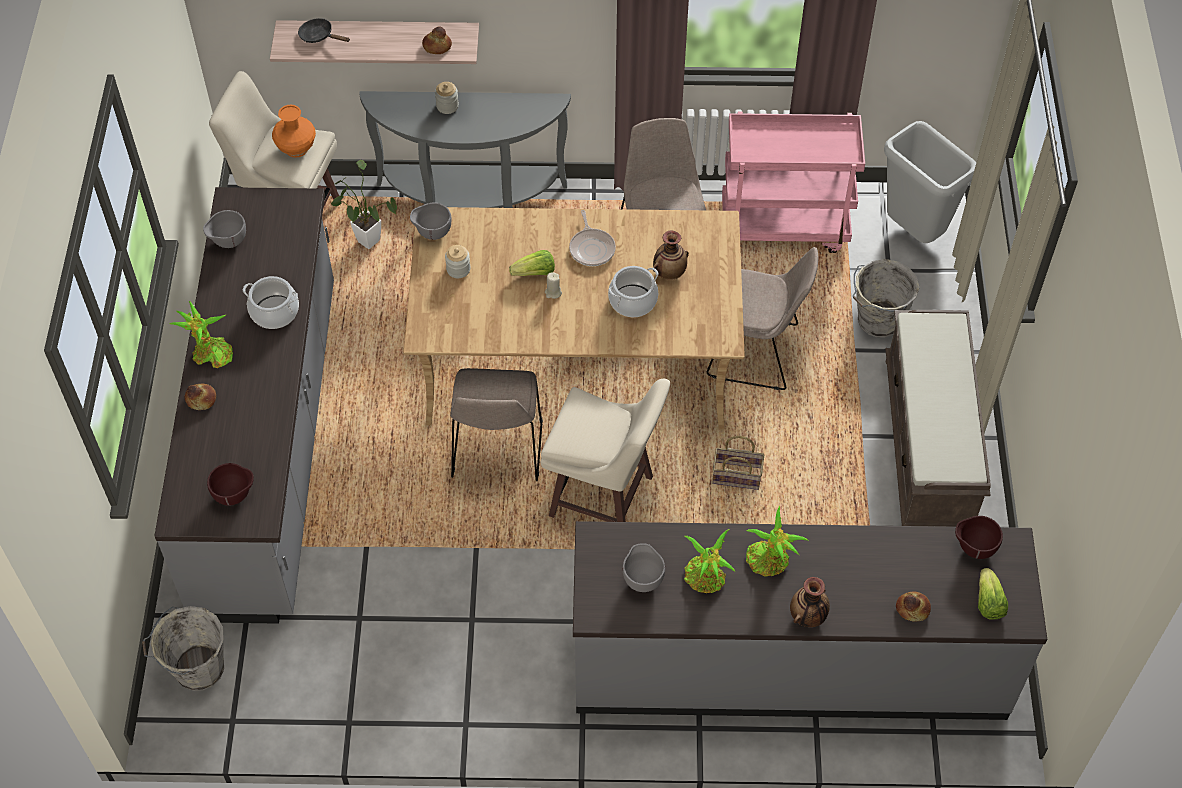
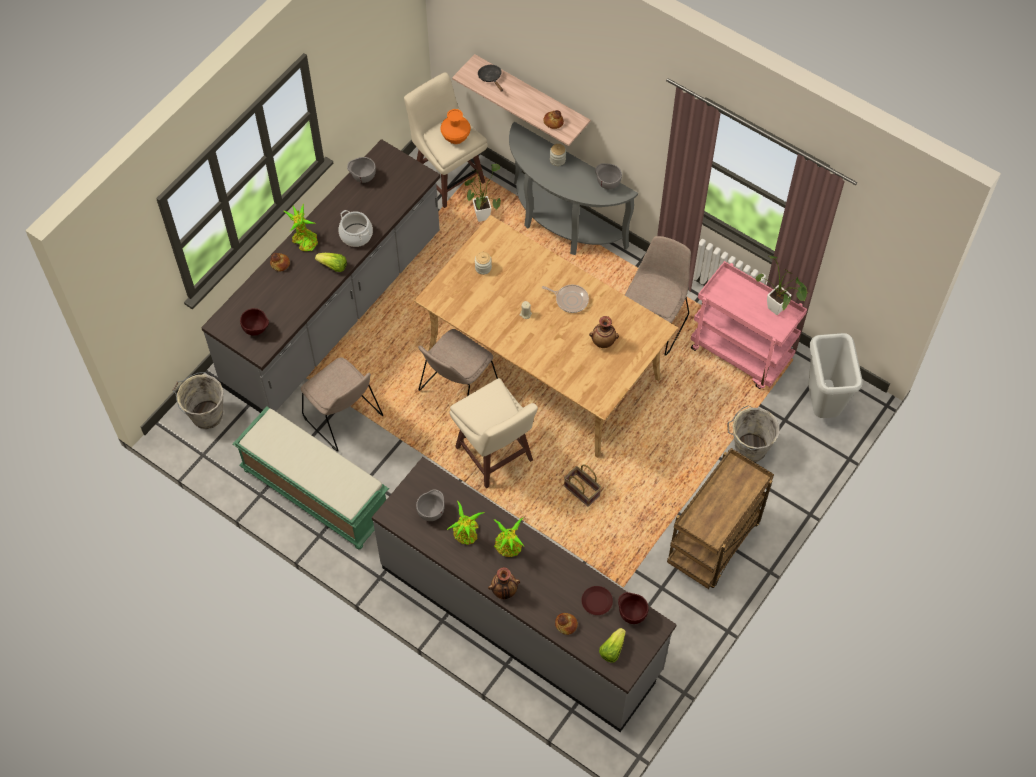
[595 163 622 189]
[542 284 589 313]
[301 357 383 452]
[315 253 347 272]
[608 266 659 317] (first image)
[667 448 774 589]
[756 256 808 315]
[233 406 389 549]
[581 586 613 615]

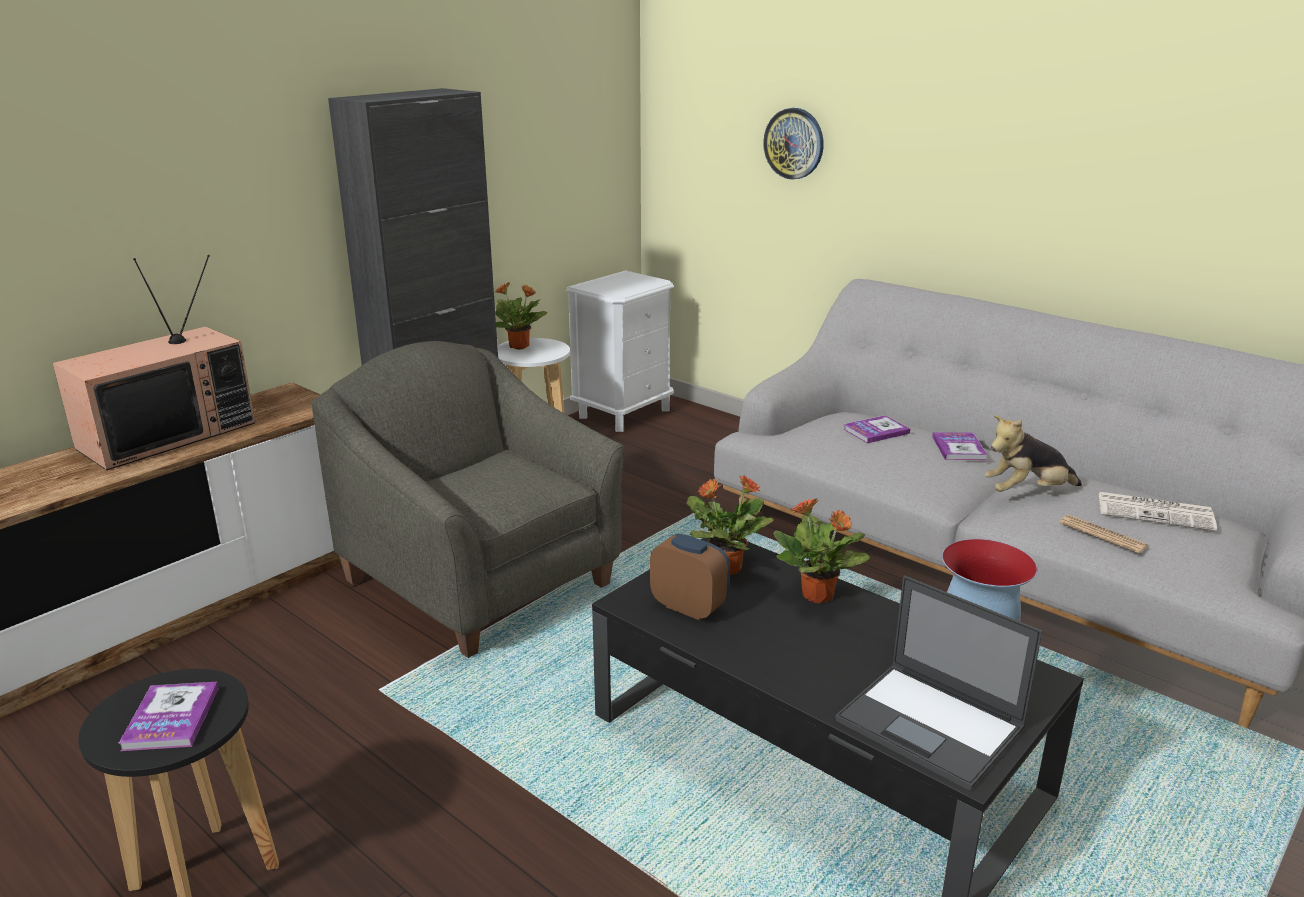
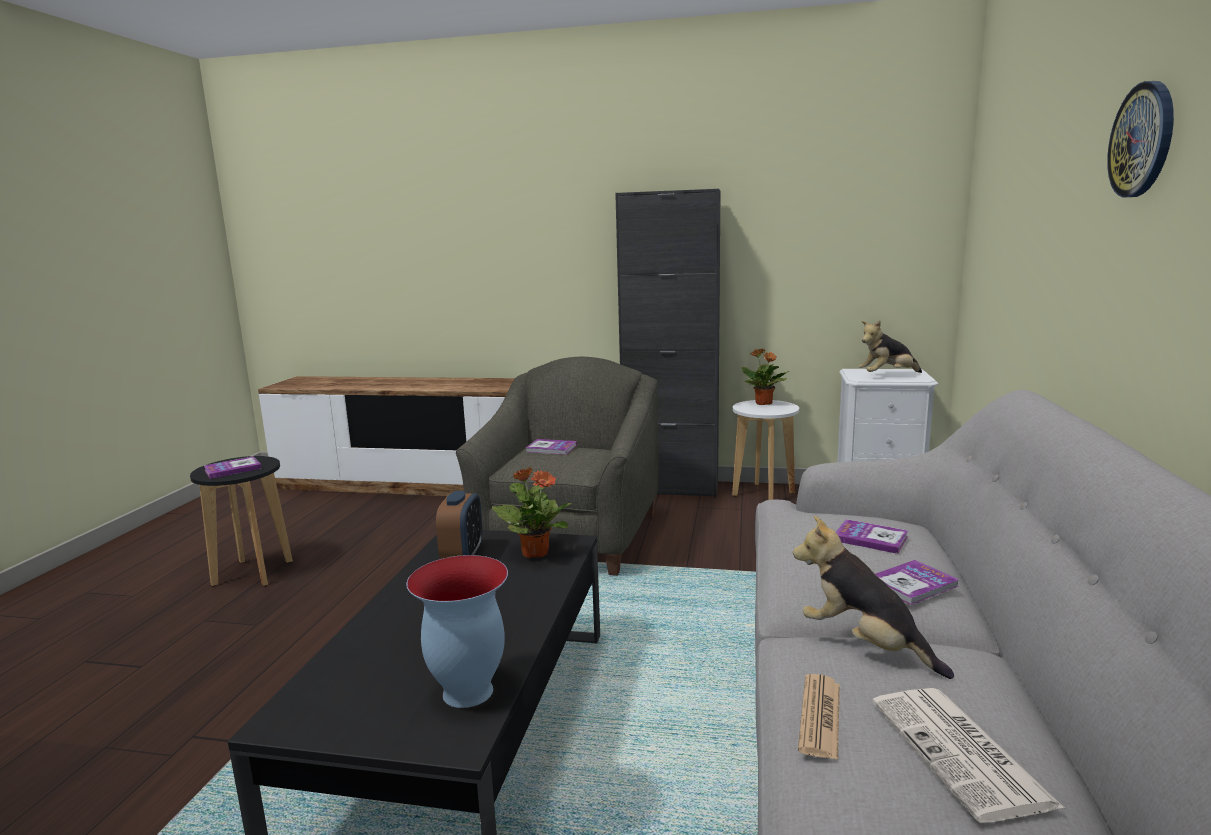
[1107 81 1174 198]
[53 255 255 470] (first image)
[773 498 870 604] (first image)
[835 576 1042 791] (first image)
[859 320 922 373]
[526 439 577 455]

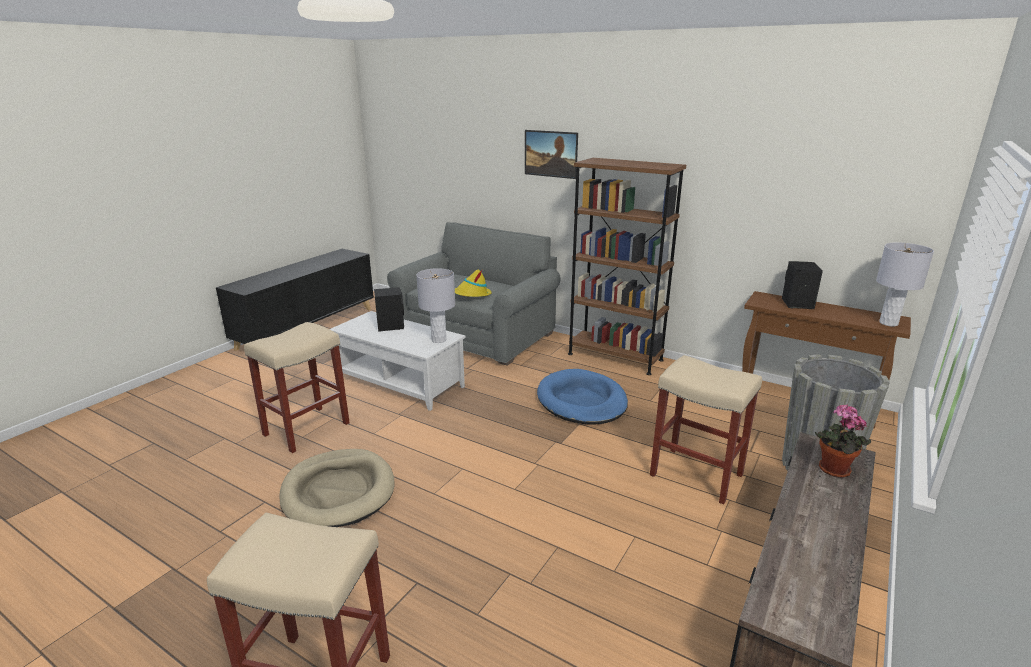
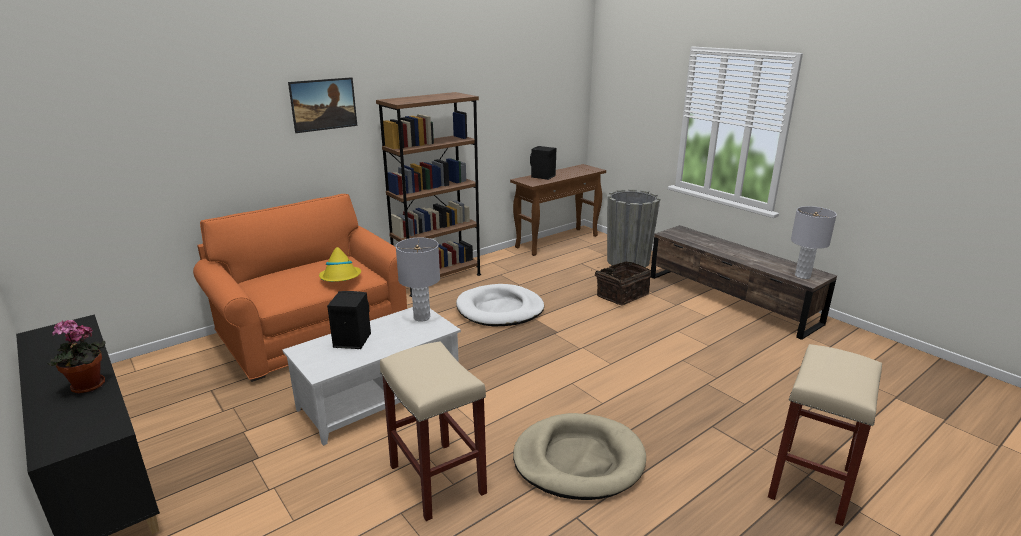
[193 194 407 382]
[791 206 837 279]
[595 262 651 305]
[456 284 544 326]
[47 320 106 394]

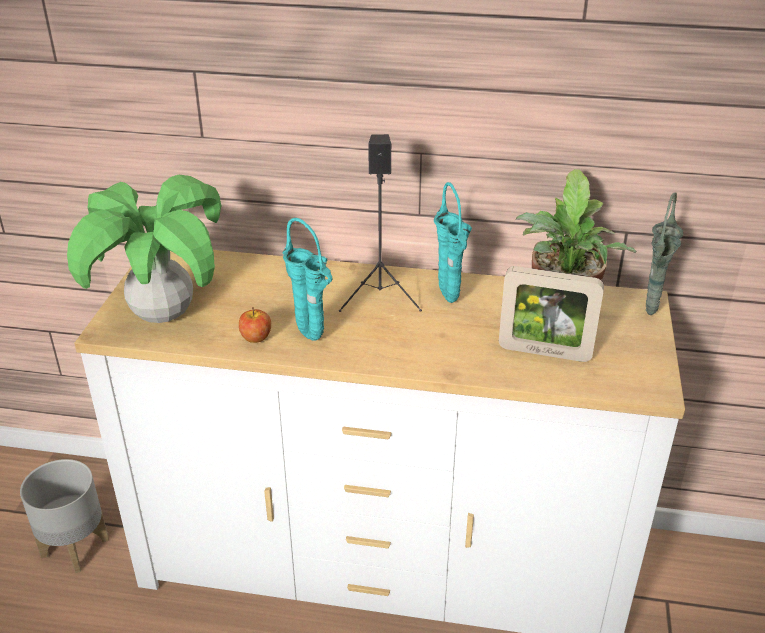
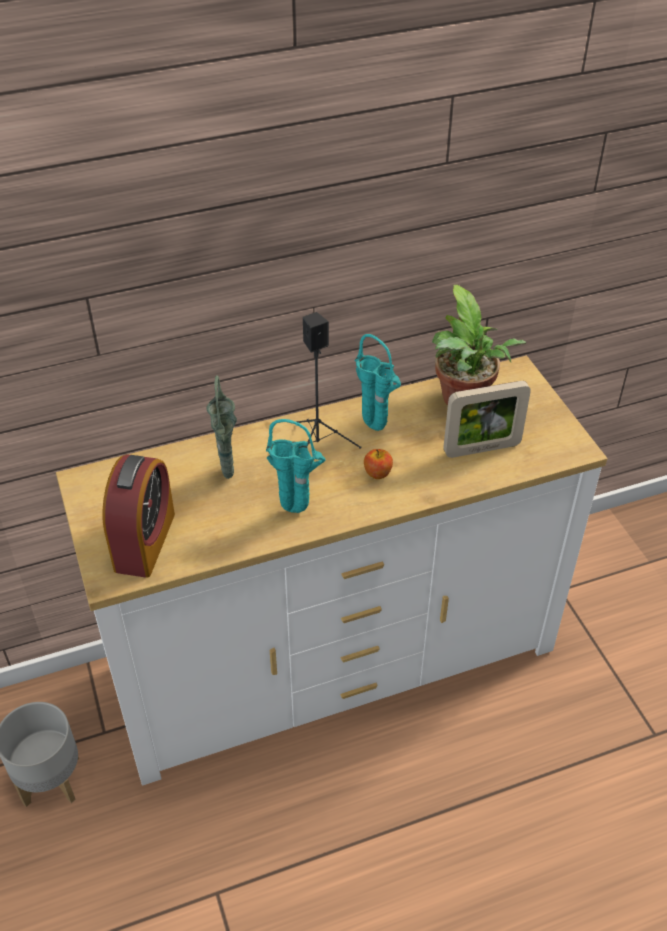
[102 454 175 578]
[207 375 237 479]
[364 449 393 479]

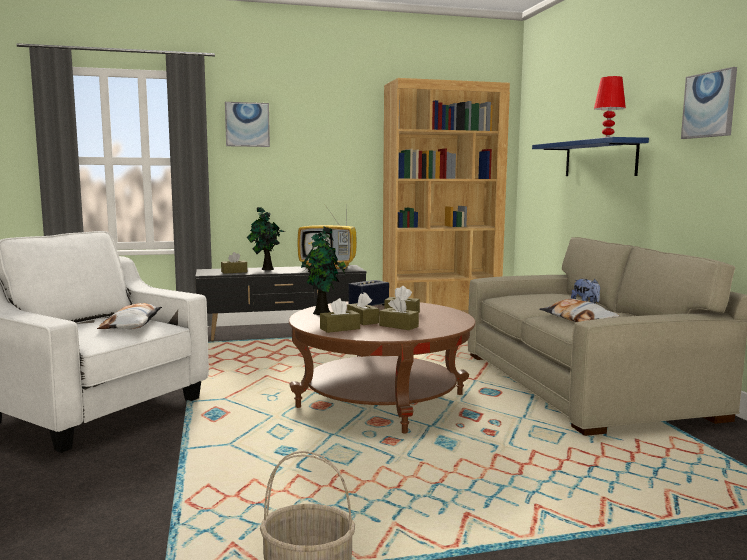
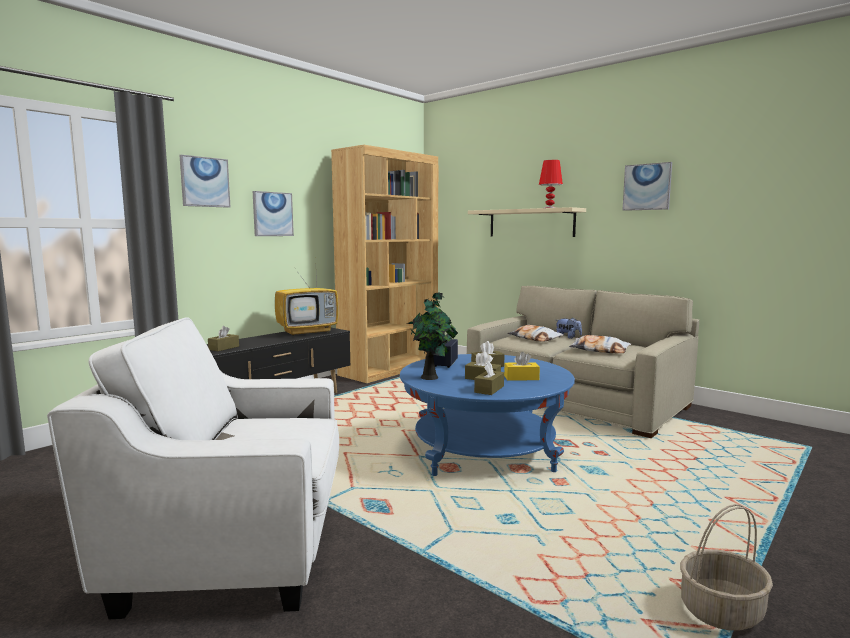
[468 207 586 237]
[247 208 285 270] (first image)
[504 352 540 381]
[400 354 575 476]
[507 325 564 342]
[253 191 294 236]

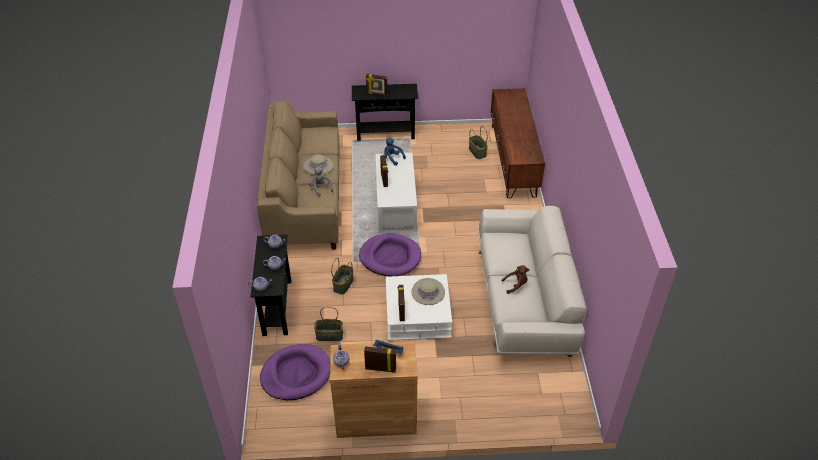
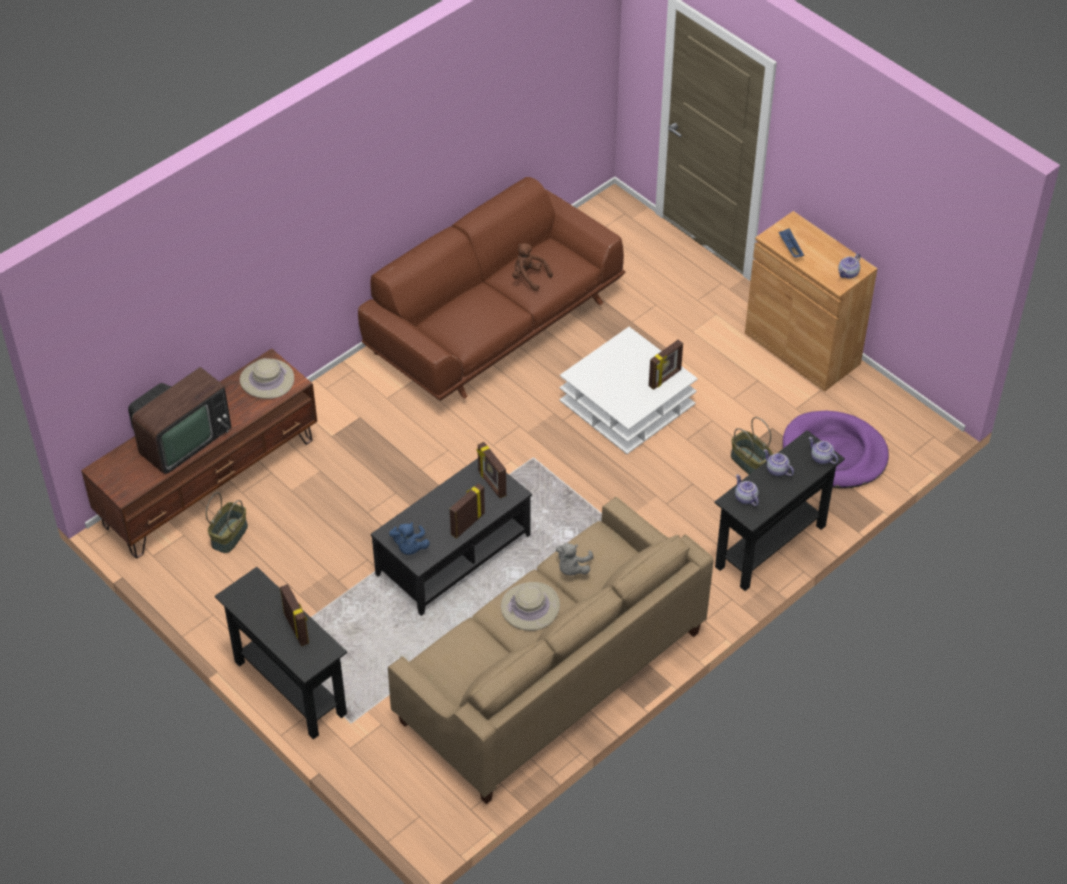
[371 458 532 616]
[358 177 625 401]
[359 234 421 276] (first image)
[331 258 354 294] (first image)
[240 358 294 399]
[476 442 506 498]
[128 367 232 474]

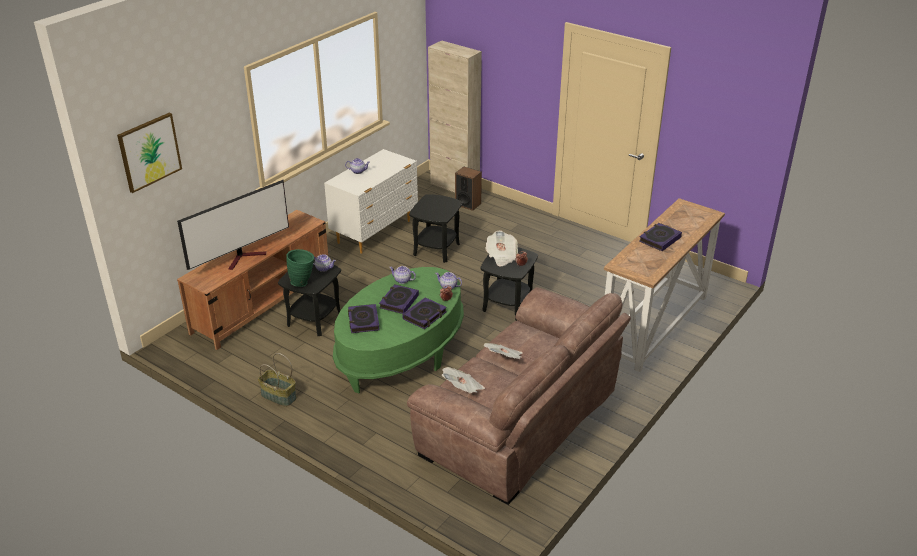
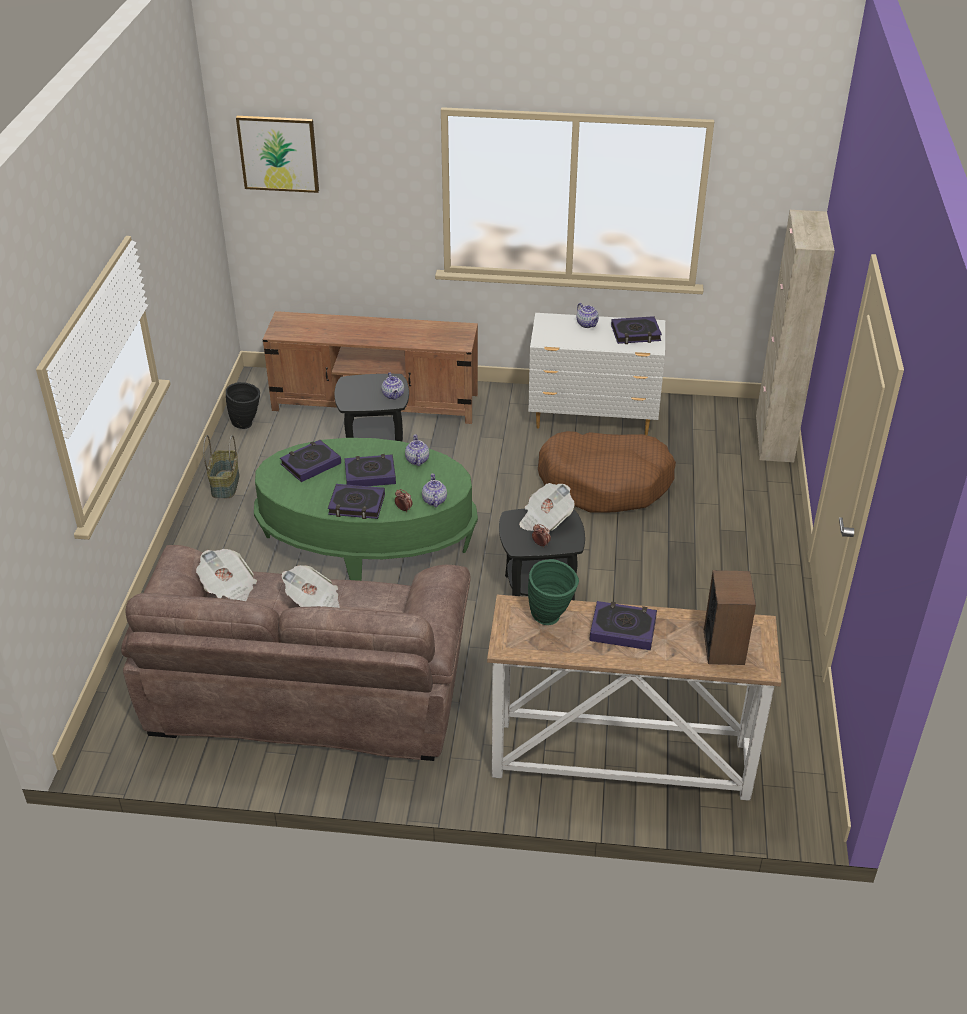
[704 570 756 665]
[177 180 289 270] (first image)
[538 431 676 513]
[528 559 579 625]
[611 316 662 344]
[226 382 260 429]

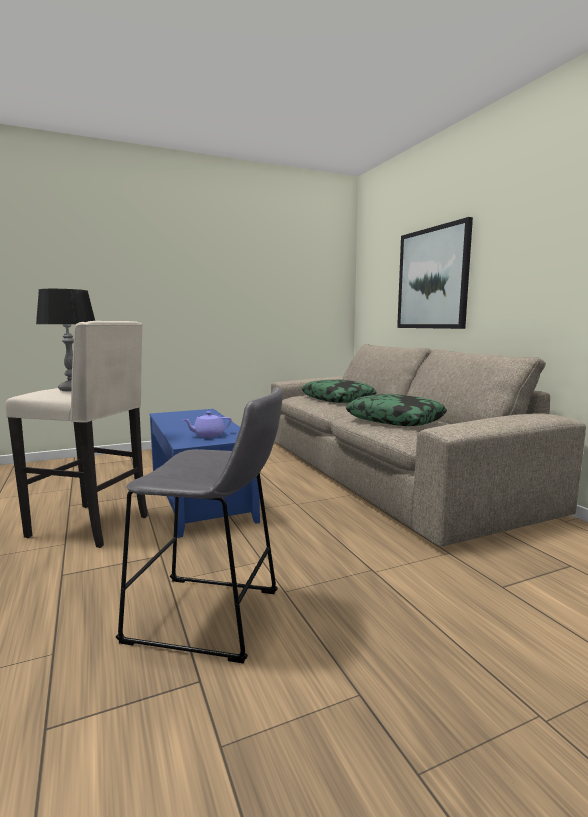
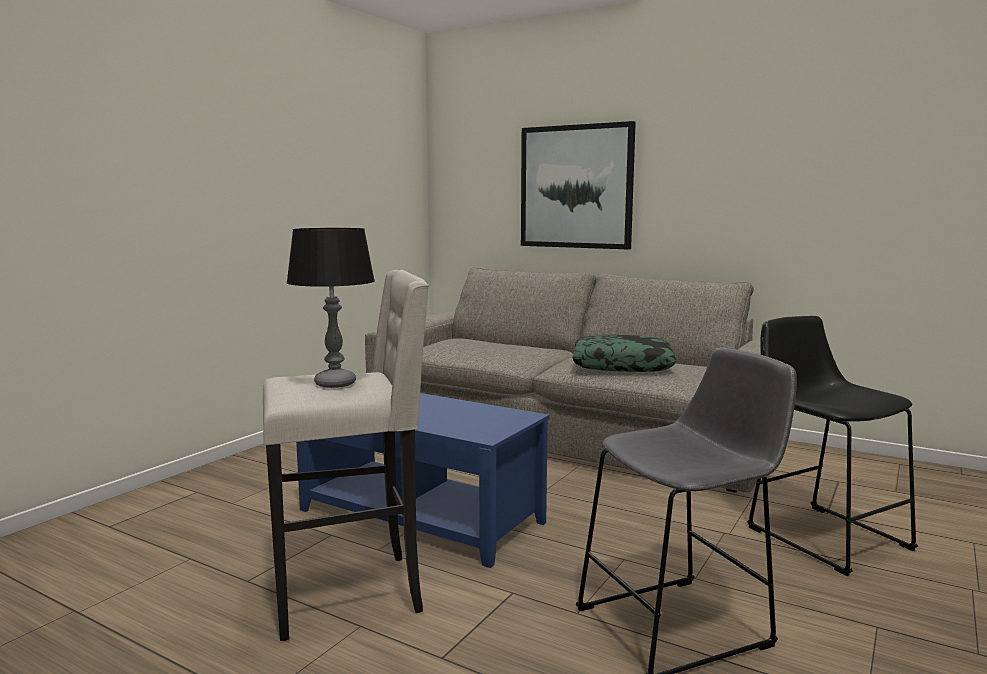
[302 380 377 403] (first image)
[182 411 231 438] (first image)
[747 316 918 576]

